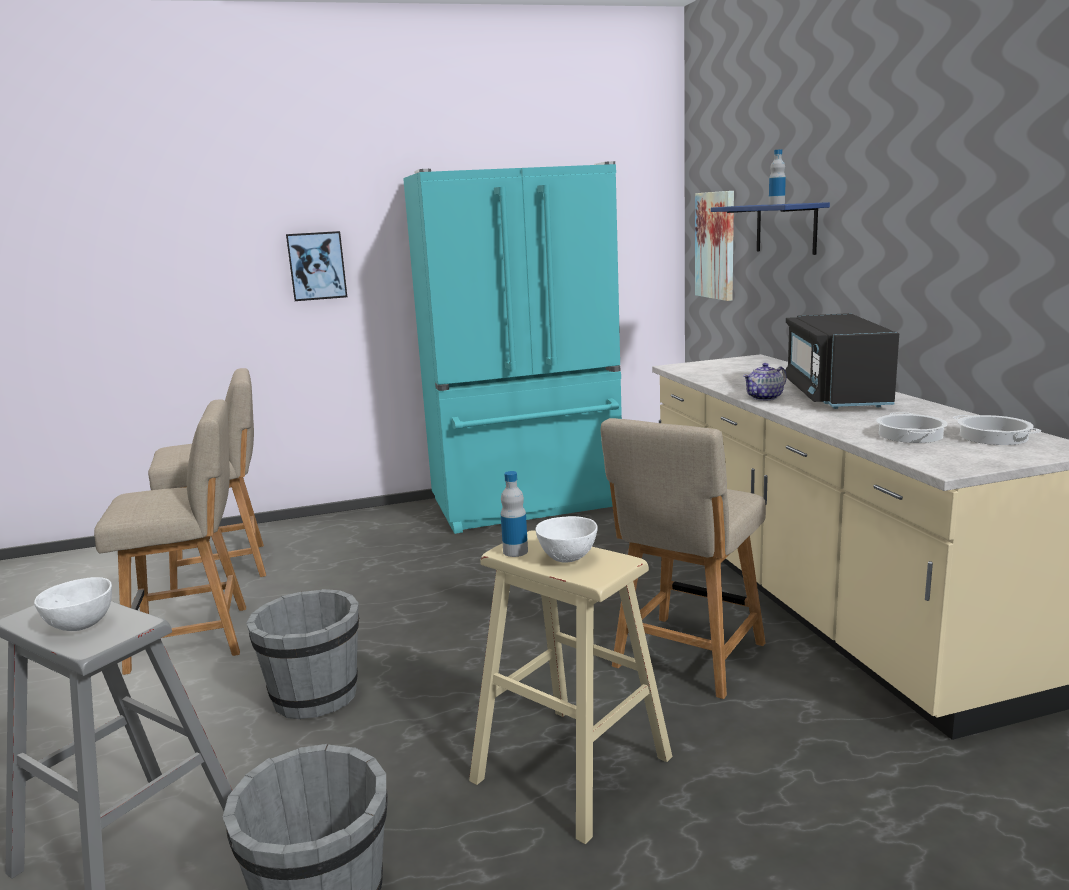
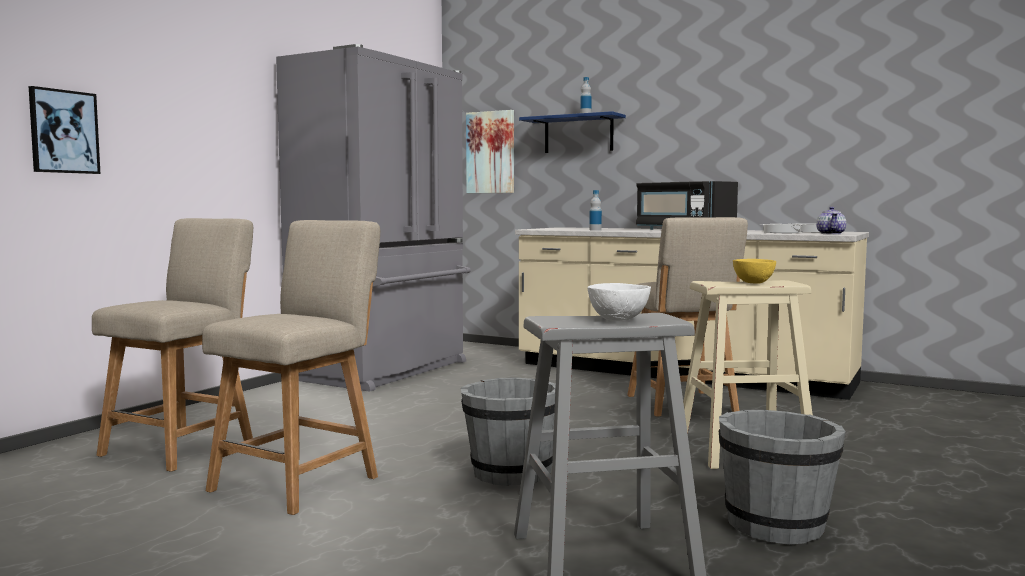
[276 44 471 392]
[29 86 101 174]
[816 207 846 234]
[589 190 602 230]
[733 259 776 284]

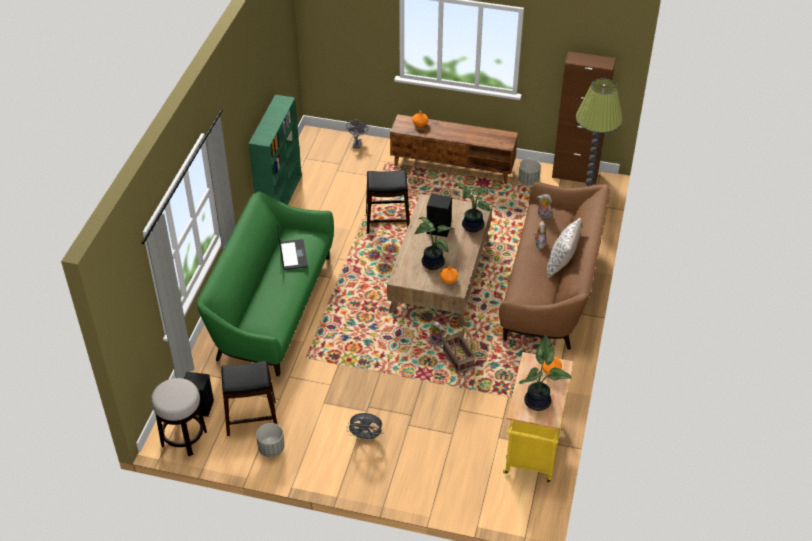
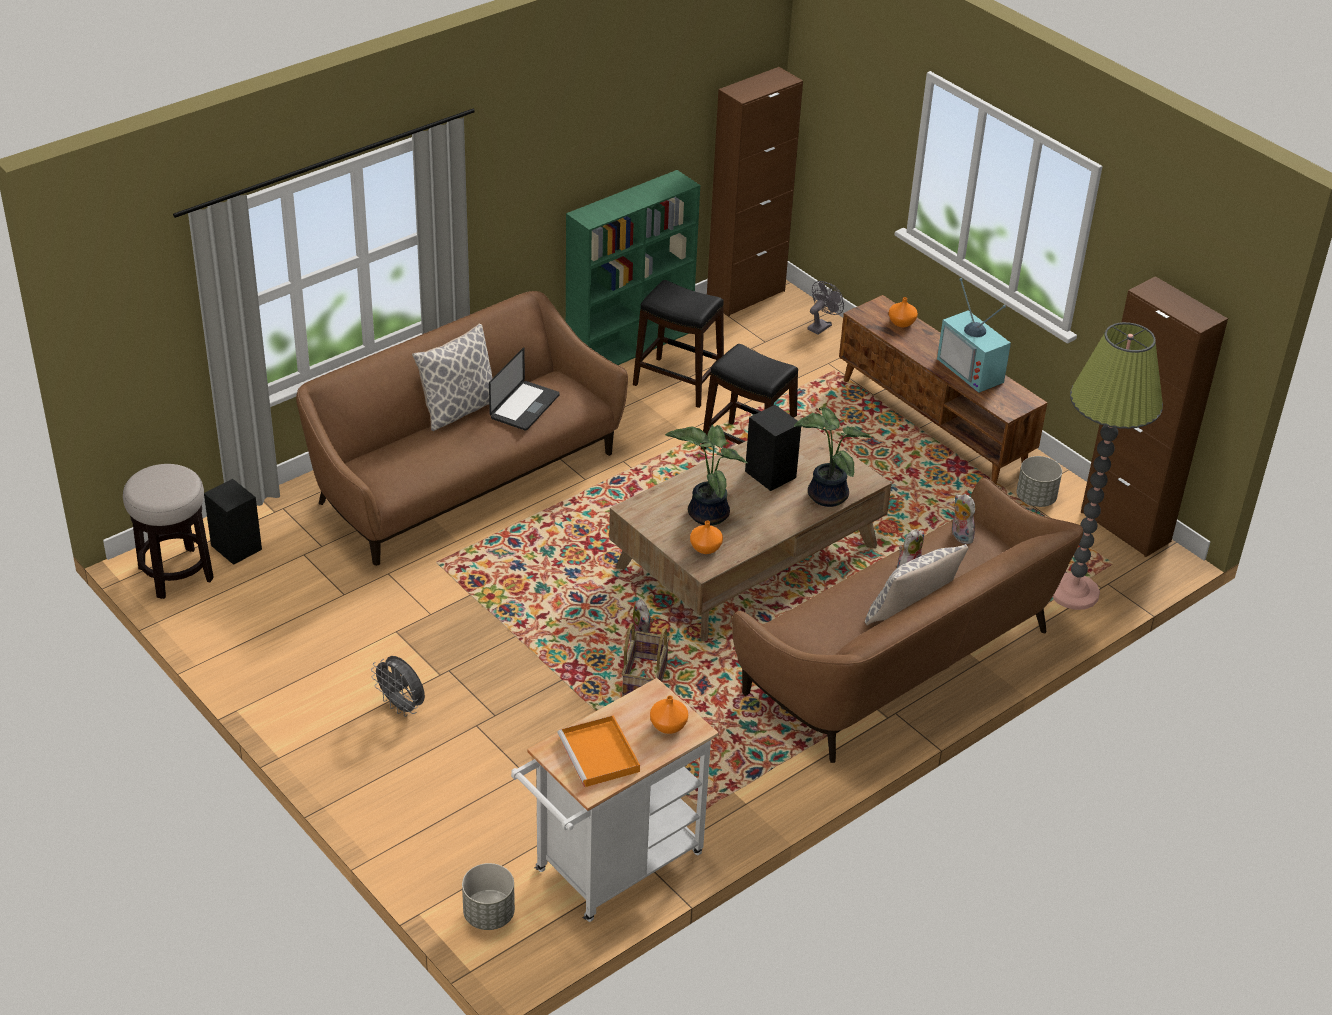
[296 291 628 566]
[558 715 640 787]
[511 678 719 922]
[633 280 724 408]
[462 863 515 930]
[707 67 803 317]
[937 278 1011 393]
[412 324 492 431]

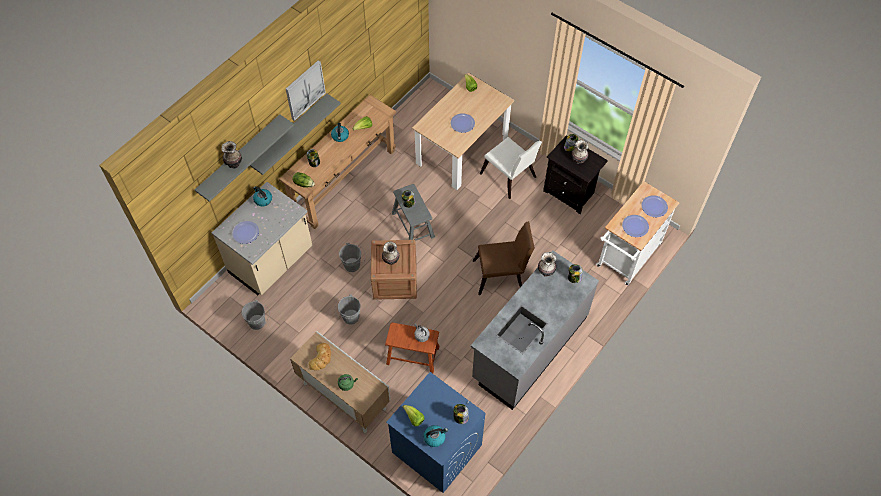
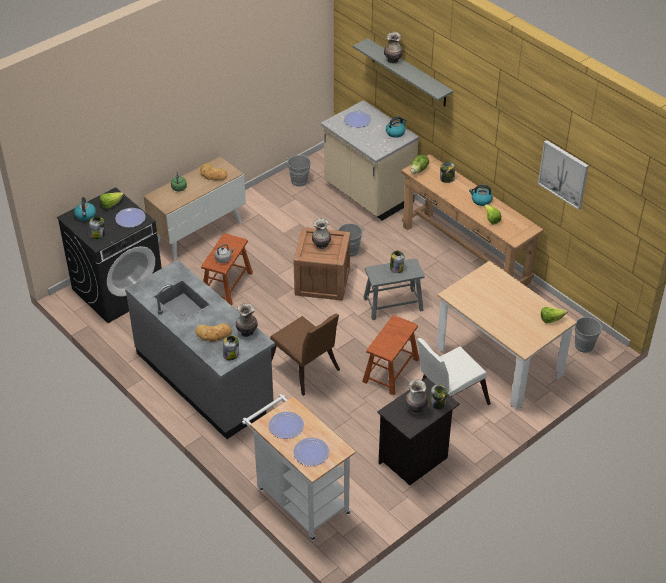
[538 140 589 210]
[250 94 341 175] (first image)
[115 208 146 228]
[270 313 340 396]
[575 317 603 353]
[57 187 162 323]
[362 316 419 395]
[196 324 232 342]

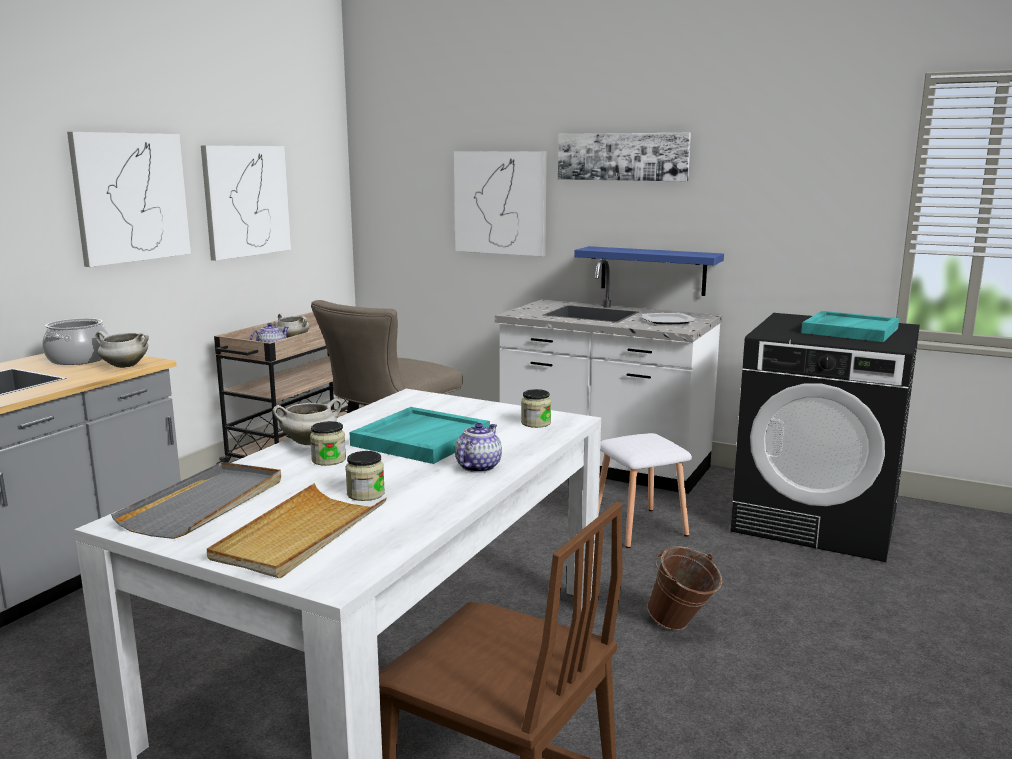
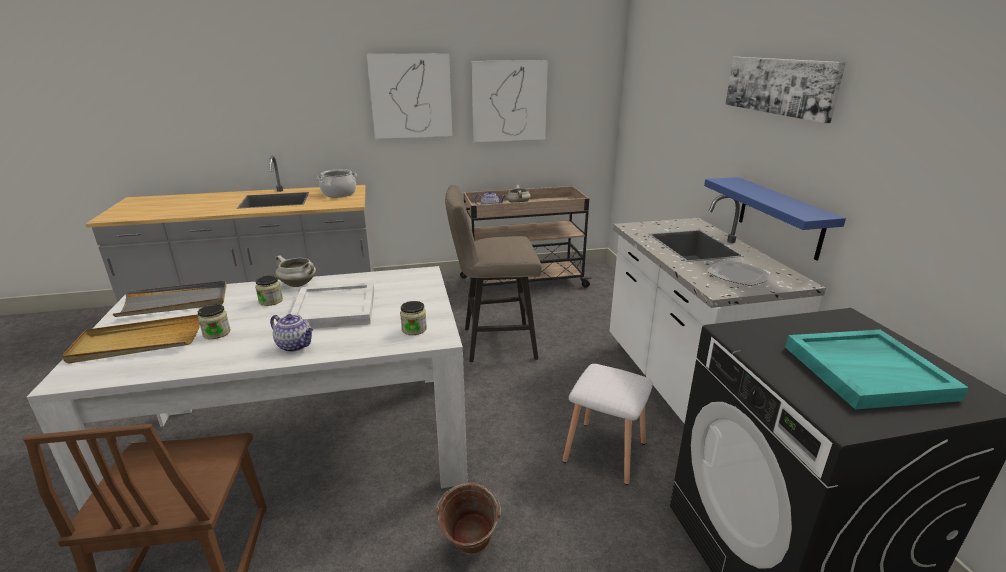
[454 151 547 256] (first image)
[95 331 149 368] (first image)
[291 282 374 329]
[270 314 313 352]

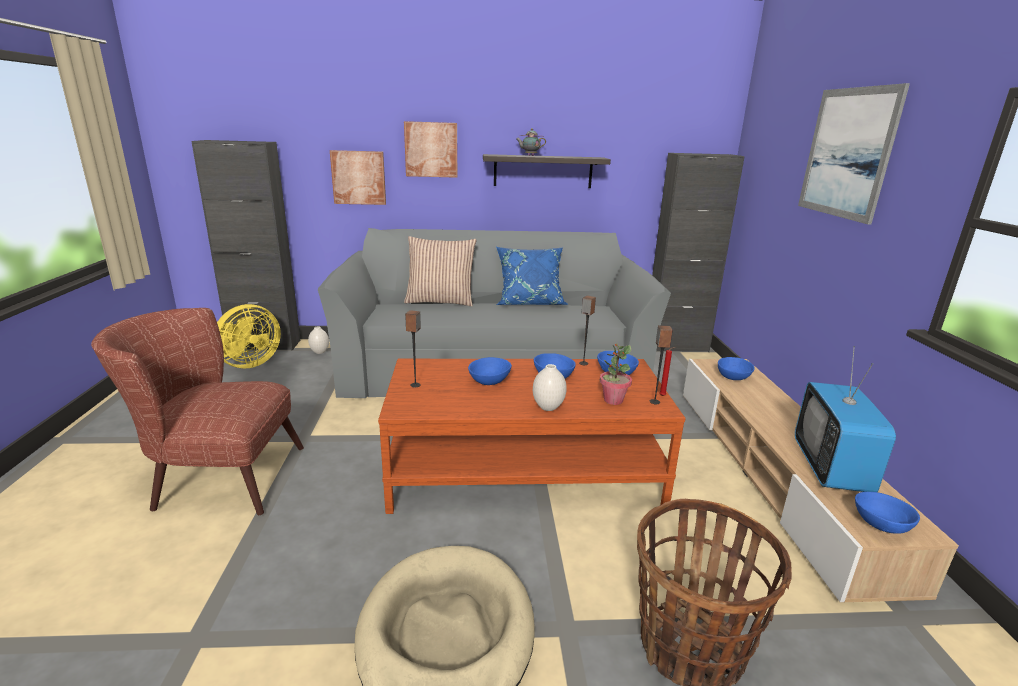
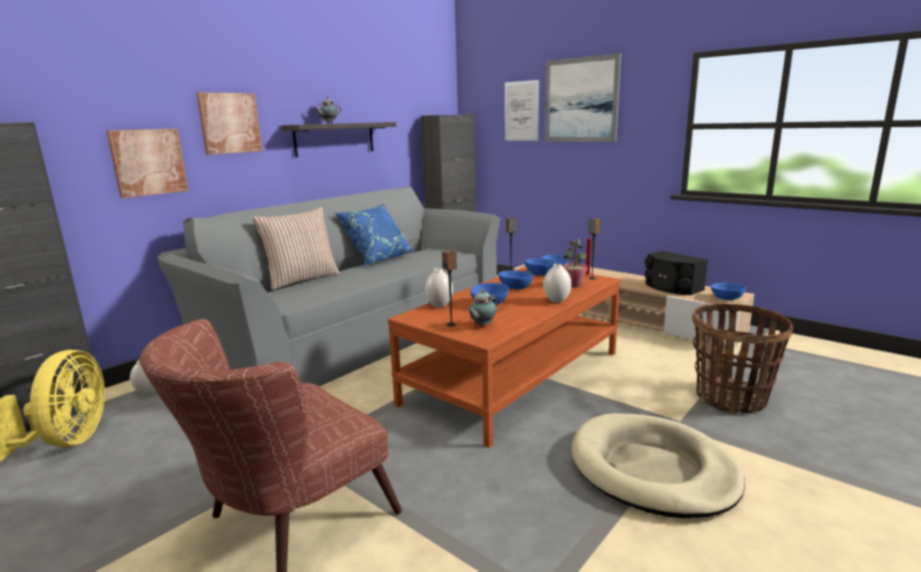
[645 251 708 295]
[505 80 540 141]
[425 268 453 308]
[466 289 497 327]

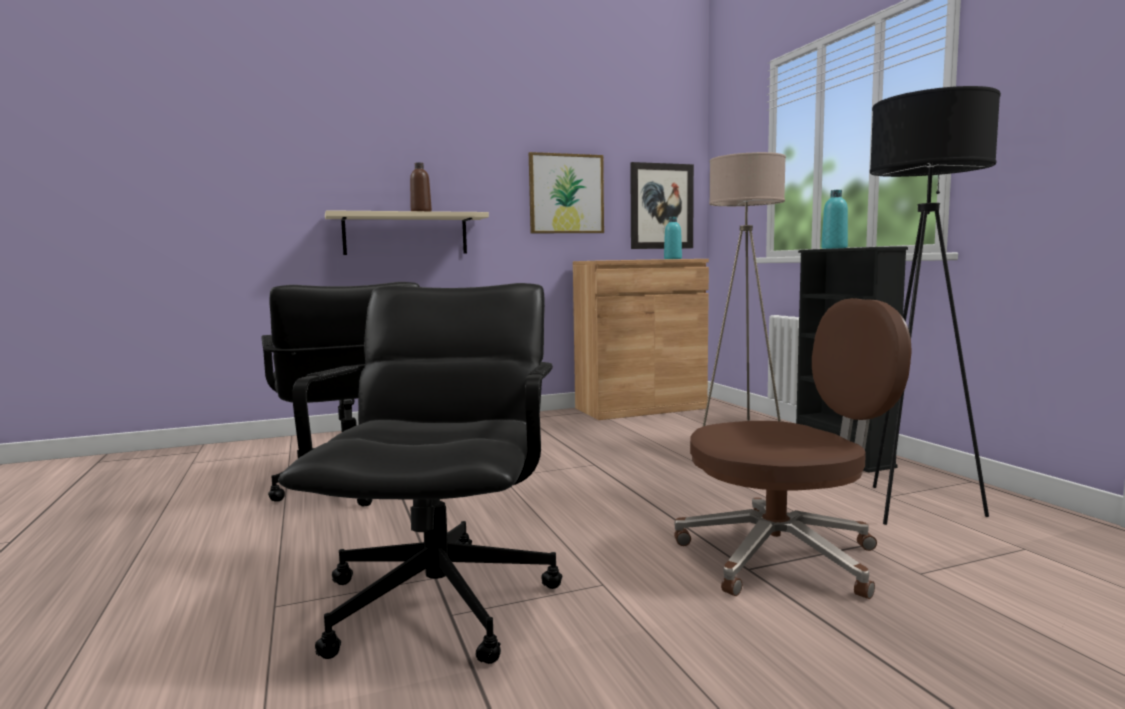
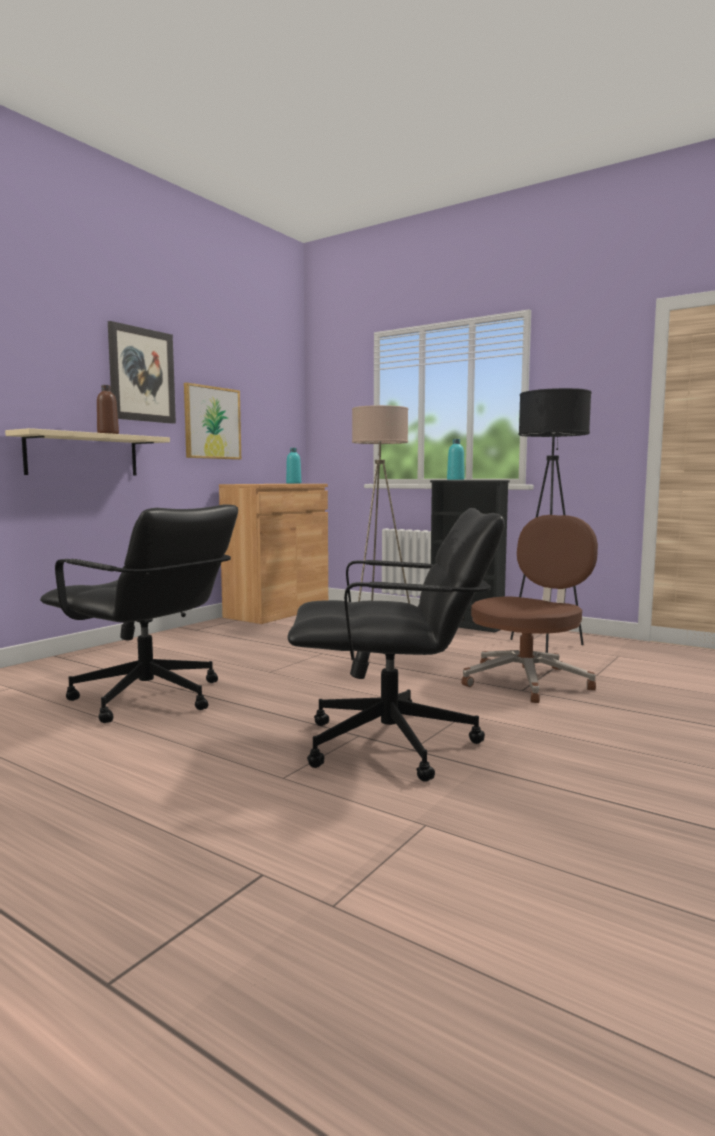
[108 321 176 424]
[287 508 505 782]

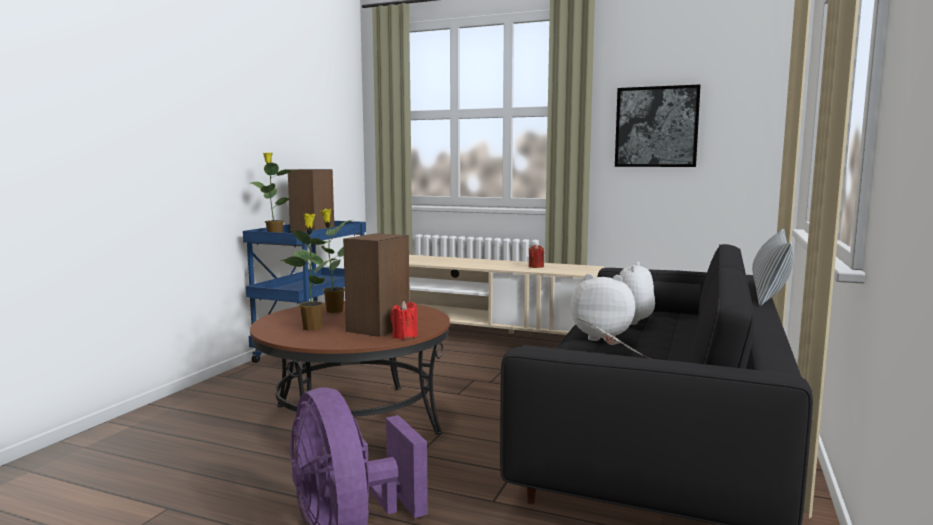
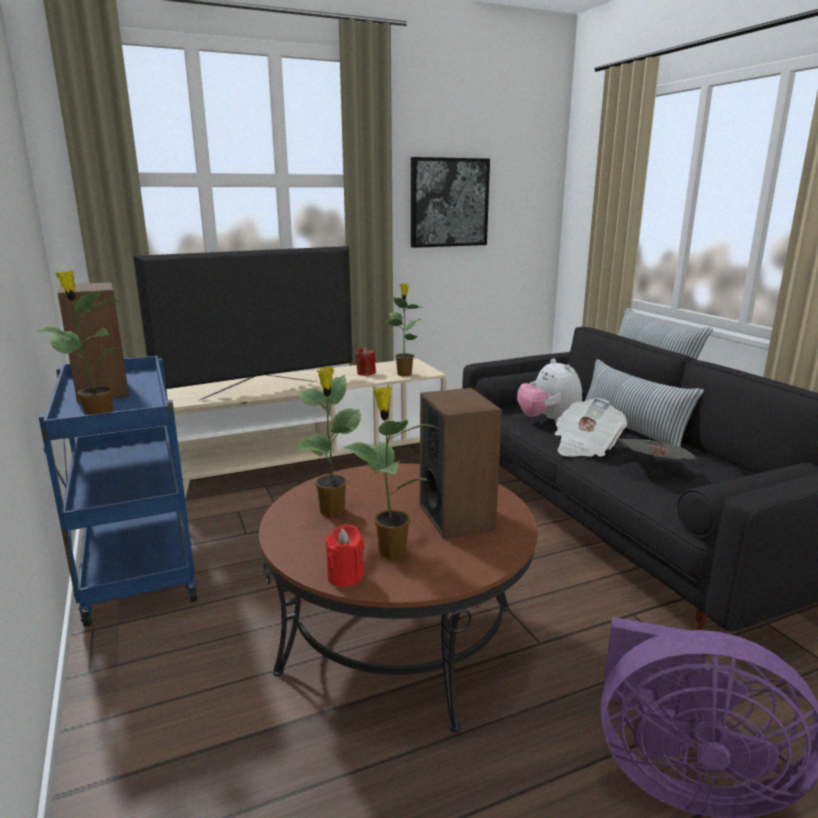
[555 398 627 457]
[325 524 364 587]
[133 246 353 401]
[385 284 422 376]
[585 359 704 447]

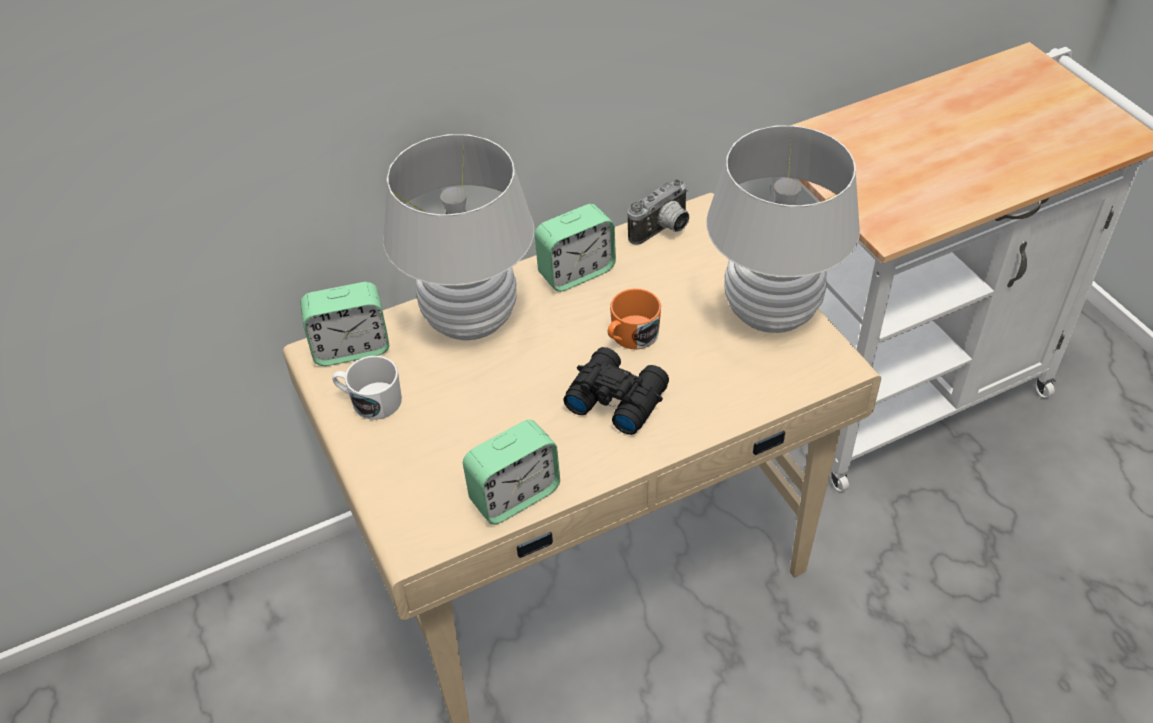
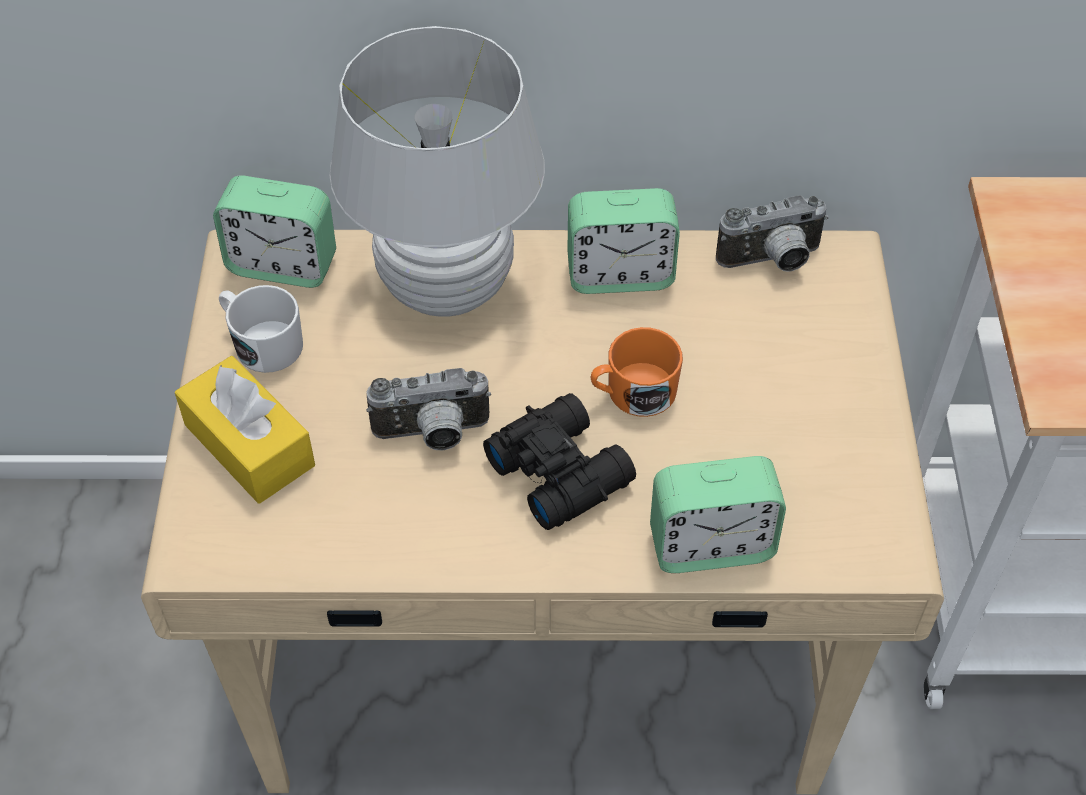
[706 126 860 333] (first image)
[650 456 786 573]
[175 356 315 504]
[366 368 491 451]

